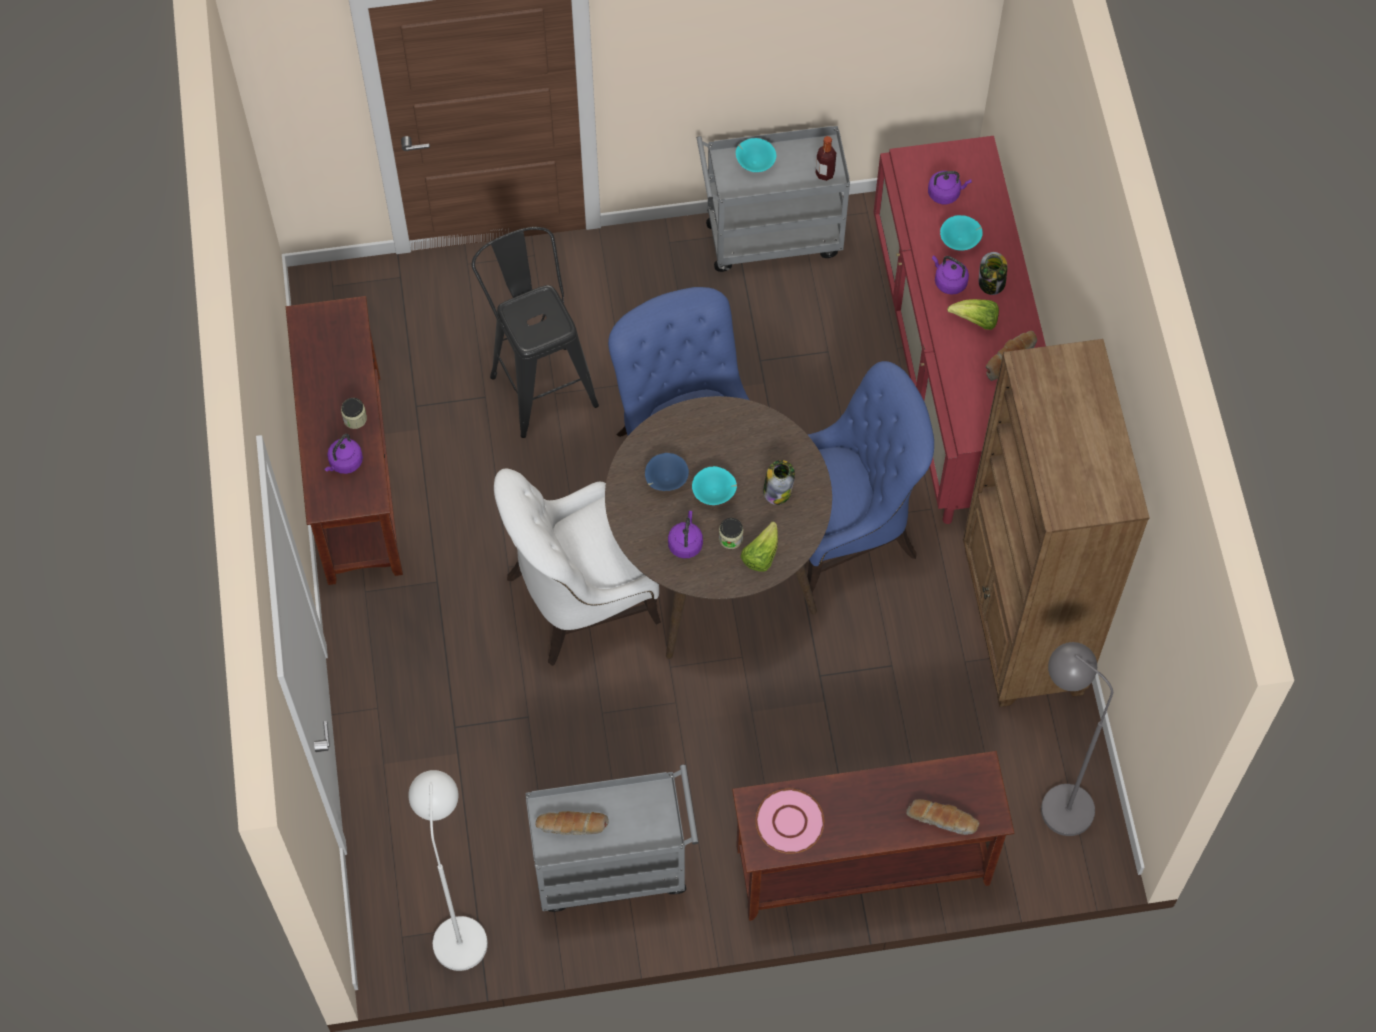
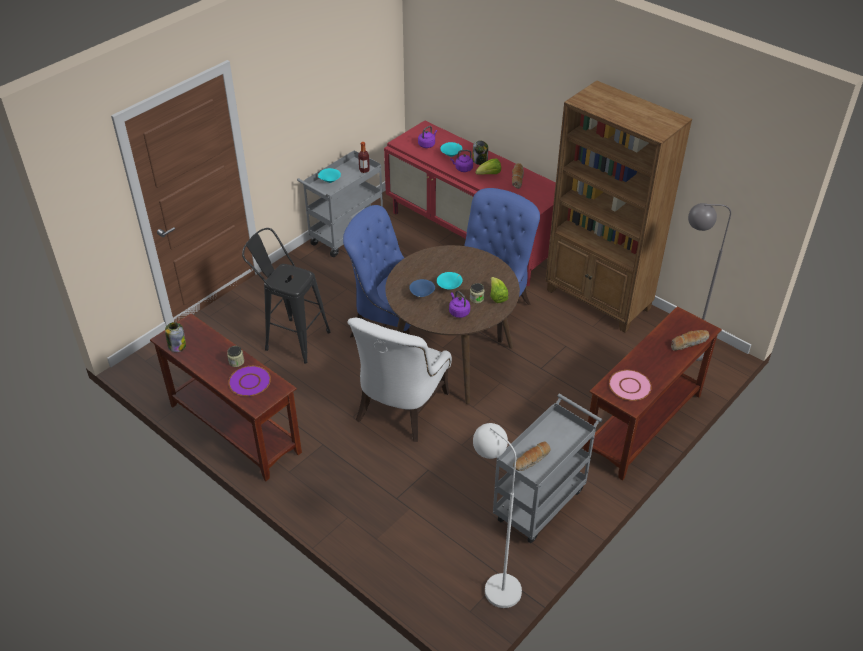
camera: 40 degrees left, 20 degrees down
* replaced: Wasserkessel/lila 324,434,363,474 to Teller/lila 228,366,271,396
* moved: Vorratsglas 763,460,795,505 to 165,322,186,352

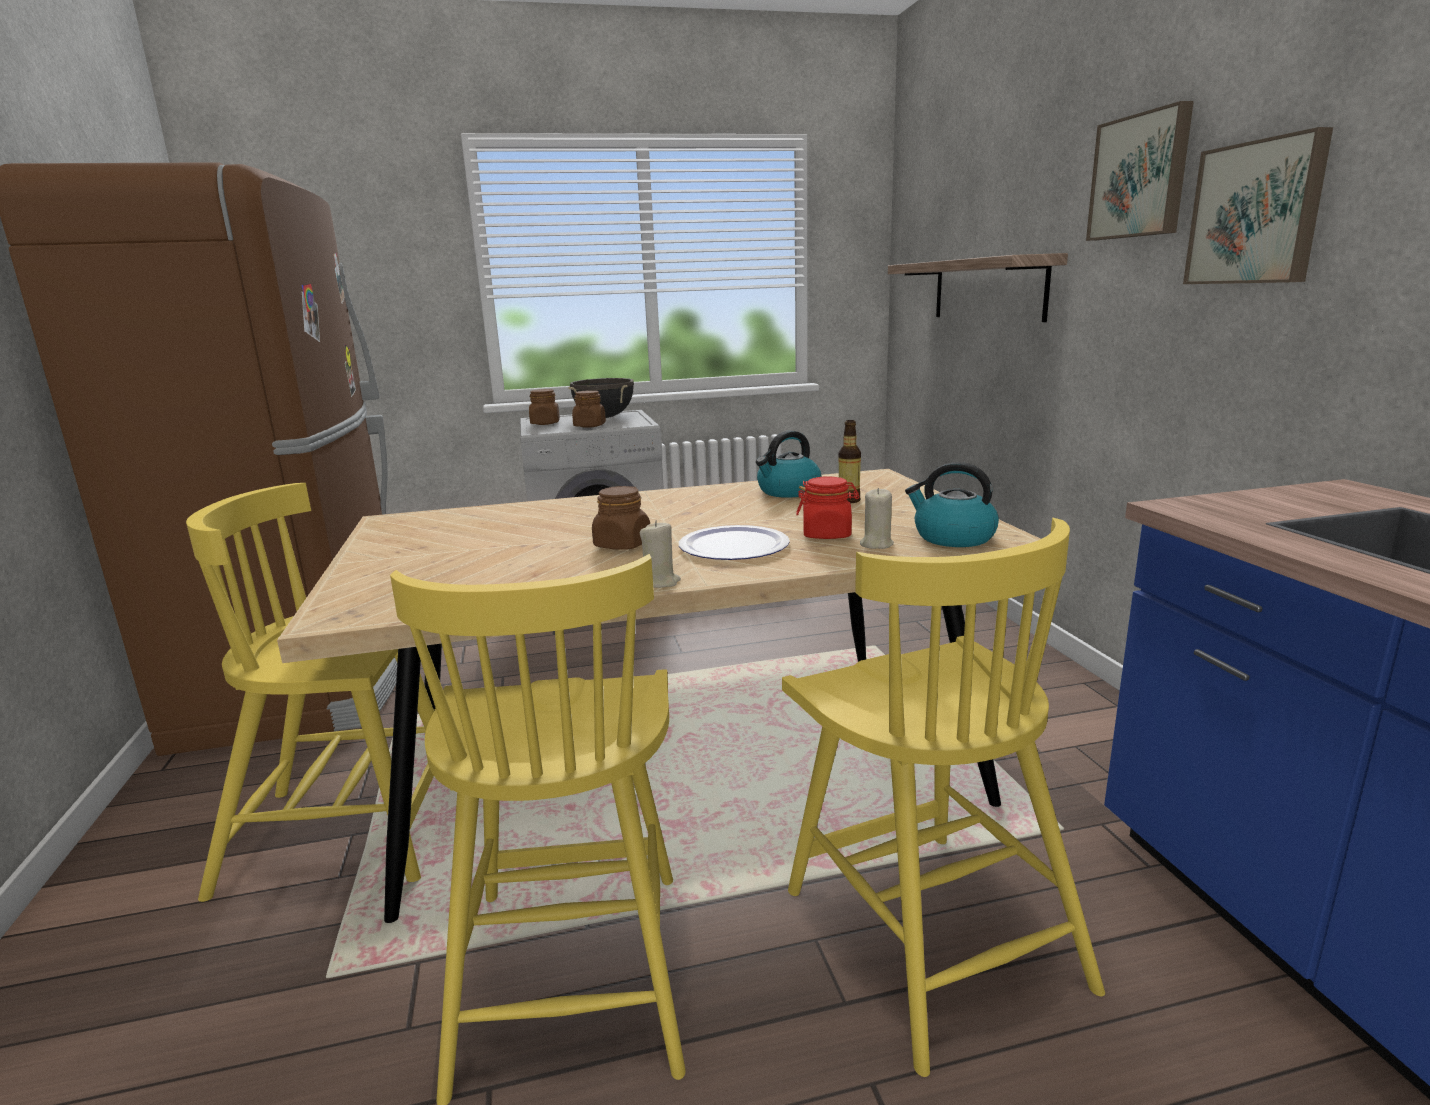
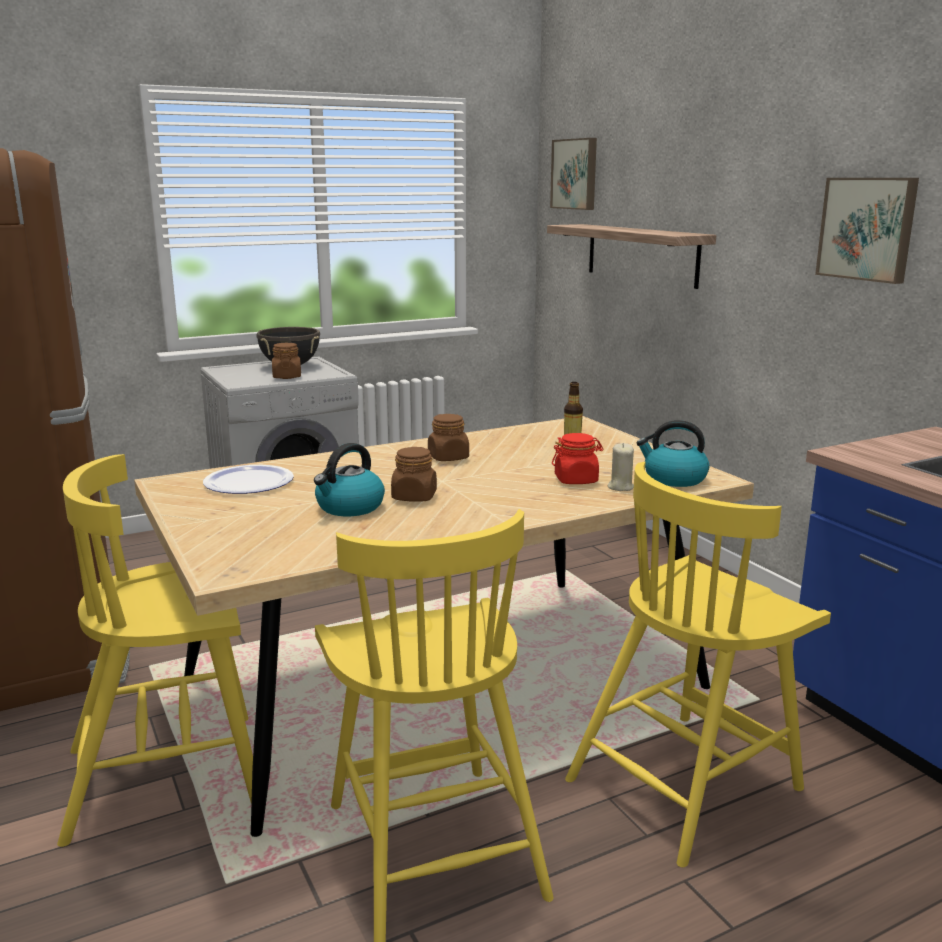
camera: 15 degrees left, 0 degrees up
* moved: Vorratsglas/braun 529,389,560,425 to 428,414,469,461
* removed: Kerze/beige 640,521,681,588
* moved: Teller 679,525,790,560 to 203,465,294,494
* moved: Wasserkessel 756,430,821,498 to 314,443,385,516
* turned: Stuhl/gelb 782,517,1105,1077 = 565,462,831,867 90 degrees clockwise
* moved: Bild 1086,101,1194,241 to 550,138,597,210

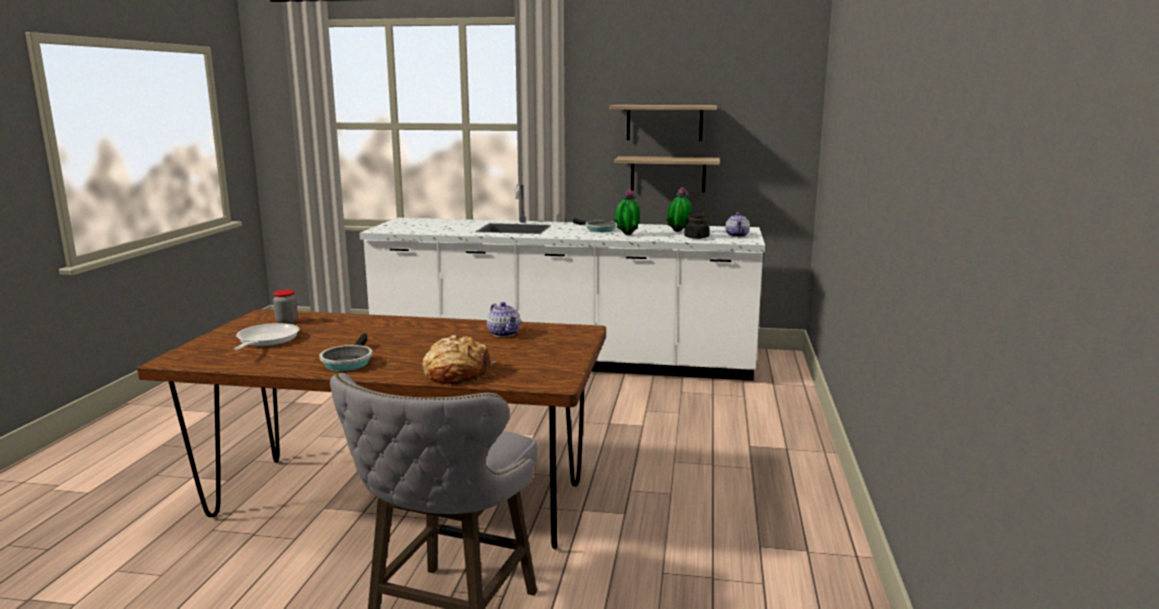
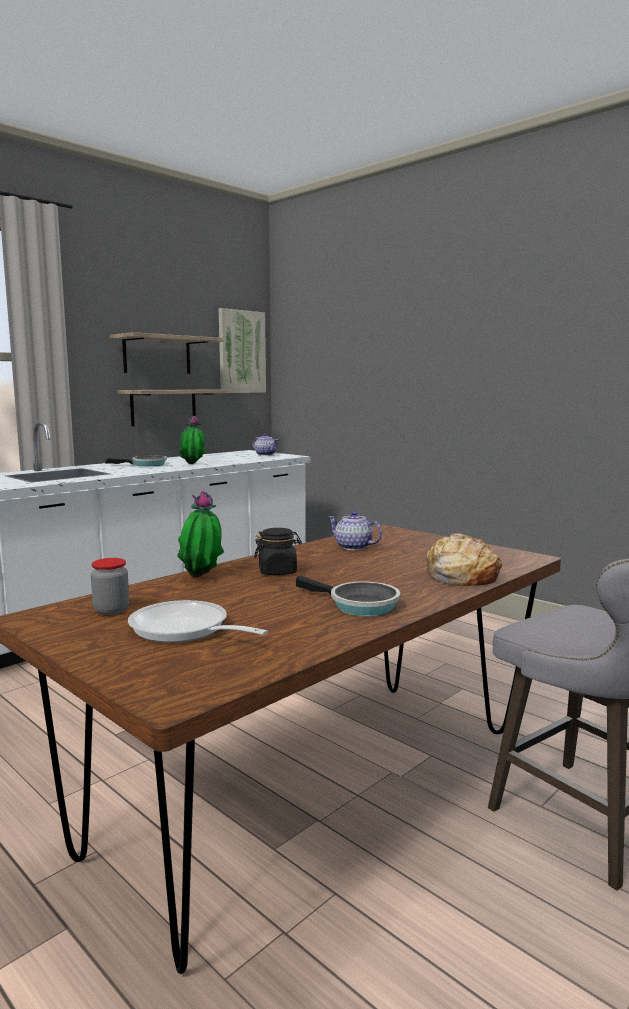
camera: 55 degrees left, 5 degrees down
* turned: Teekanne 487,302,521,337 = 328,511,382,550 150 degrees counterclockwise
* moved: Topfpflanze 665,187,691,232 to 177,491,224,578
* moved: Vorratsglas/schwarz 684,213,710,239 to 254,528,302,575
* added: Bild 219,308,266,393

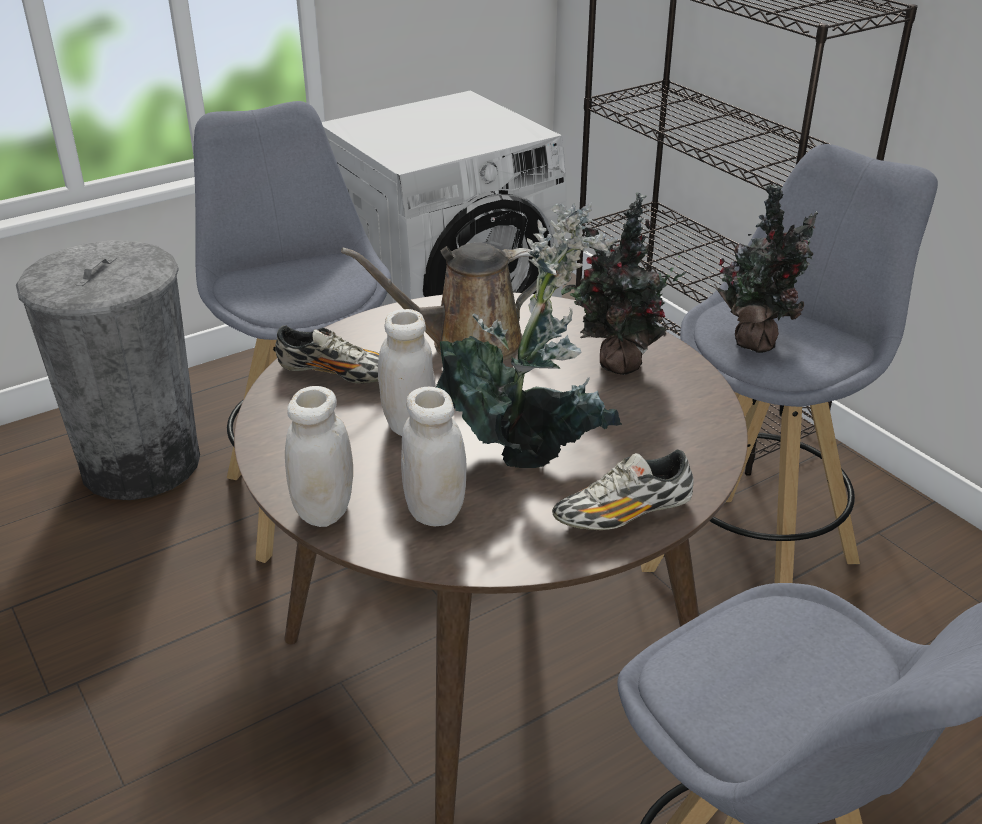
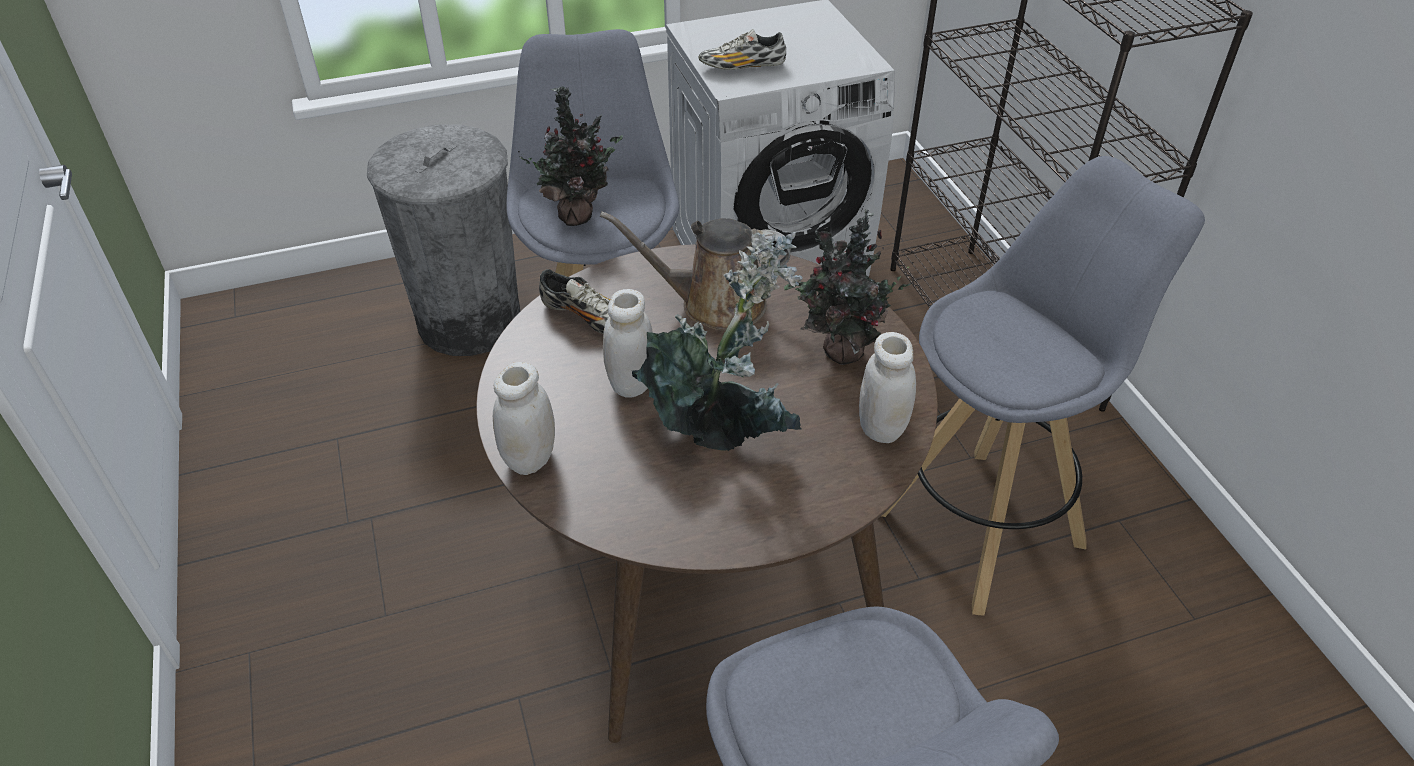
camera: 15 degrees right, 10 degrees up
* moved: Vorratsglas/weiß 401,387,467,526 to 859,332,916,443
* moved: Schuh 552,449,694,530 to 699,29,786,70
* moved: Topfpflanze 713,184,818,353 to 518,87,623,226

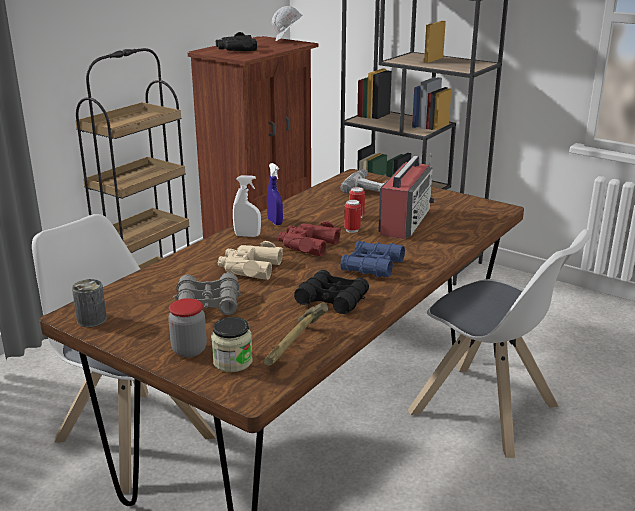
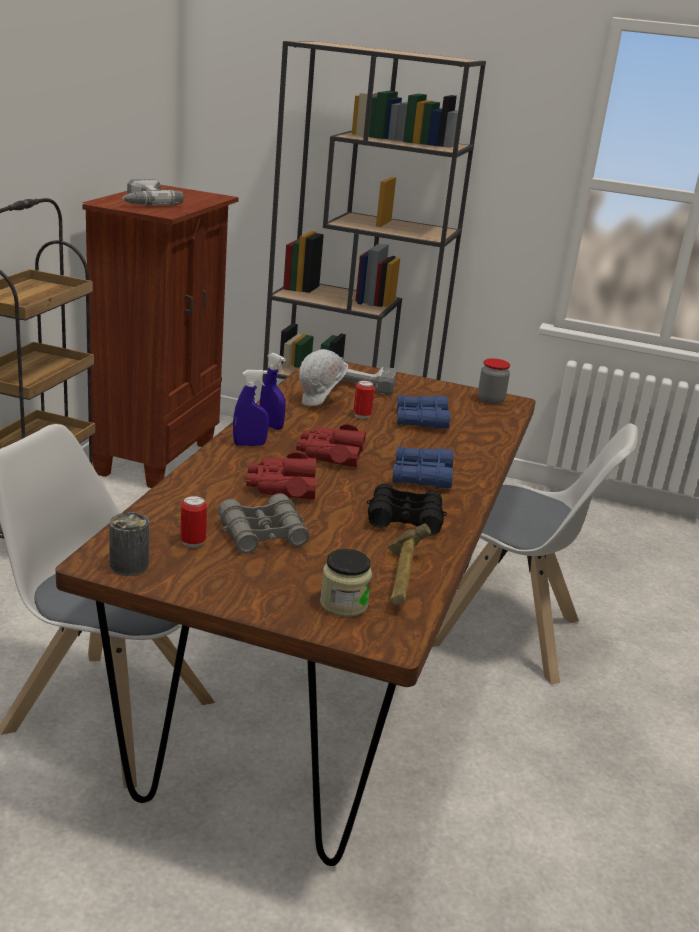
camera: 20 degrees left, 0 degrees up
* moved: Vorratsglas 168,298,207,357 to 478,358,510,405
* replaced: Fernglas/schwarz 216,32,257,51 to Bohrmaschine 122,179,184,206
* recoloured: Fernglas/beige 218,241,283,280 to Fernglas/rot 246,451,316,499
* recoloured: Sprühflasche/weiß 233,175,261,237 to Sprühflasche/blau 233,370,269,446
* moved: Schutzhelm/weiß 272,6,303,41 to 299,349,348,406
* moved: Dose 344,200,361,233 to 180,495,207,548
* replaced: Radio 378,153,435,239 to Fernglas/blau 397,395,450,429

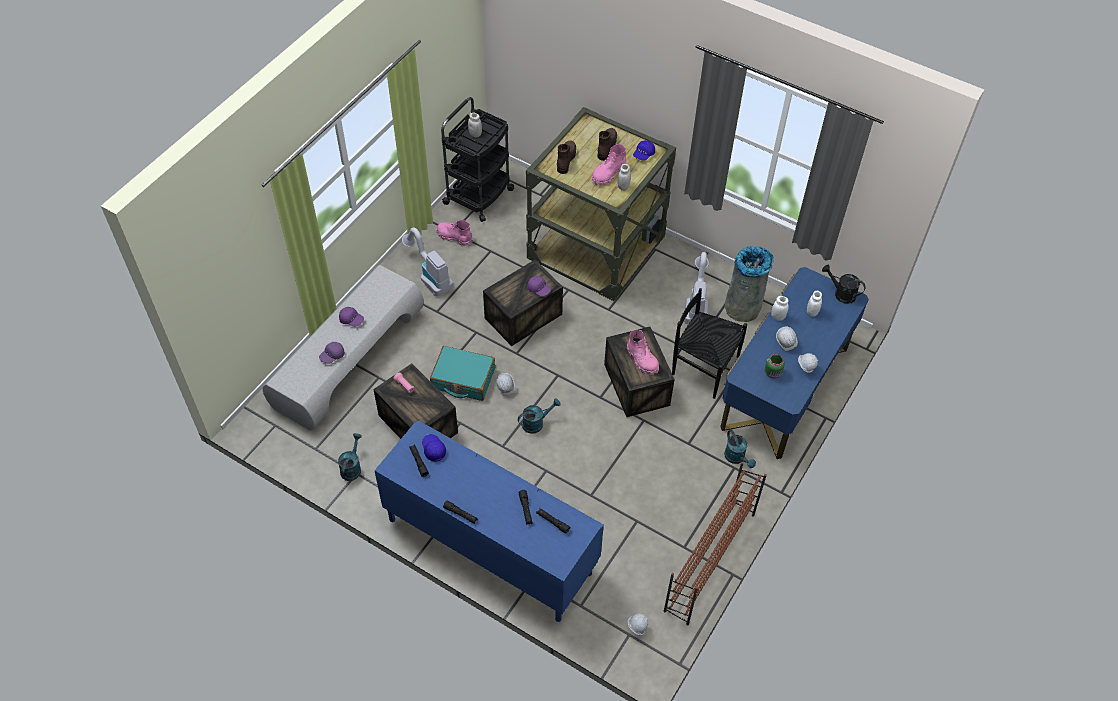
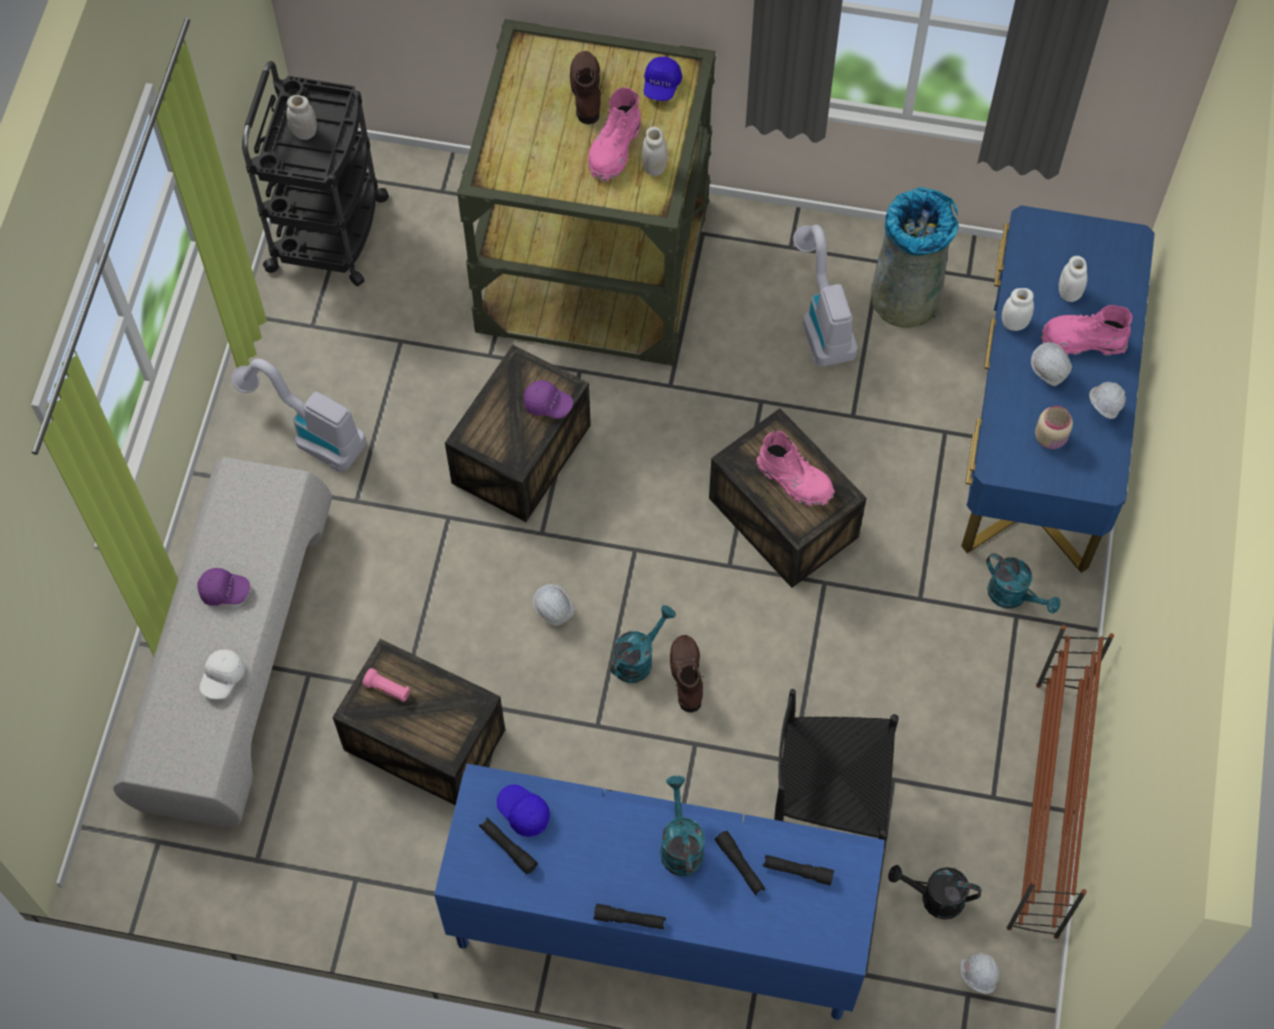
camera: 20 degrees left, 10 degrees up
* recoloured: Kappe/lila 319,342,345,364 to Kappe/weiß 199,650,245,699
* moved: Gießkanne/türkis 338,433,362,481 to 660,776,705,876
* removed: Koffer/türkis 430,346,495,401
* moved: Stiefel/rosa 436,220,473,246 to 1041,305,1132,356
* moved: Stiefel/braun 557,140,576,174 to 670,635,703,713
* moved: Stuhl/schwarz 672,288,747,399 to 774,689,899,846
* recoloured: Vorratsglas/grün 765,354,785,378 to Vorratsglas/beige 1035,406,1073,449
* moved: Gießkanne/schwarz 822,265,866,304 to 888,865,981,920

